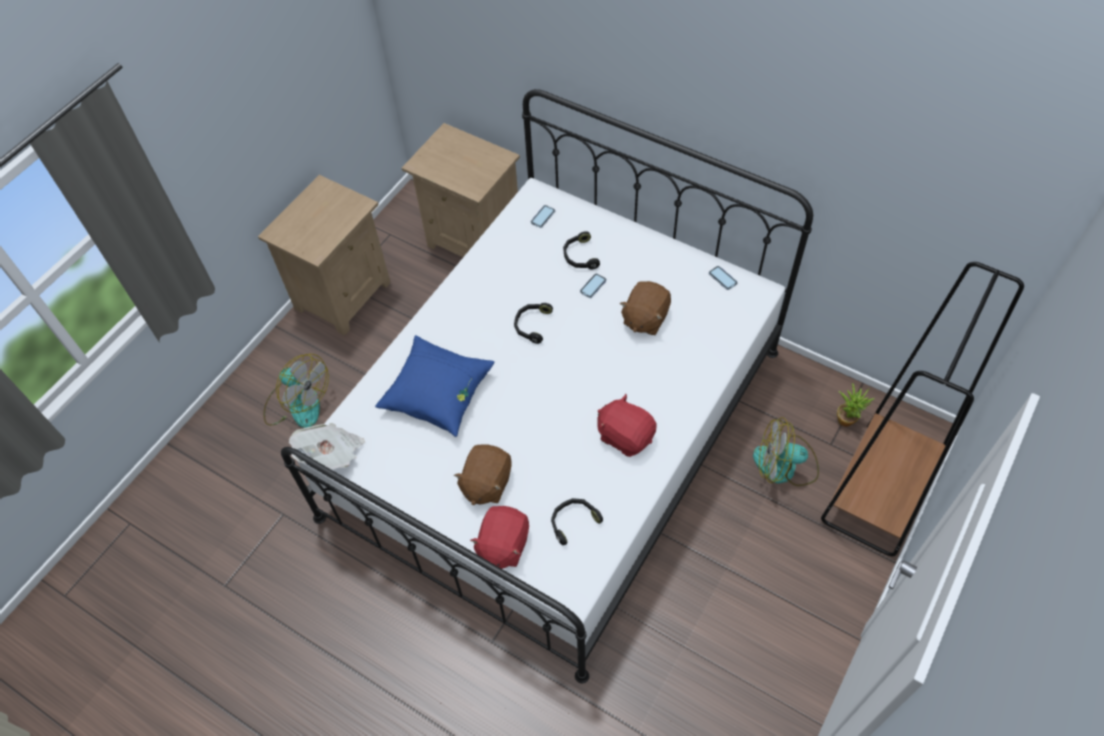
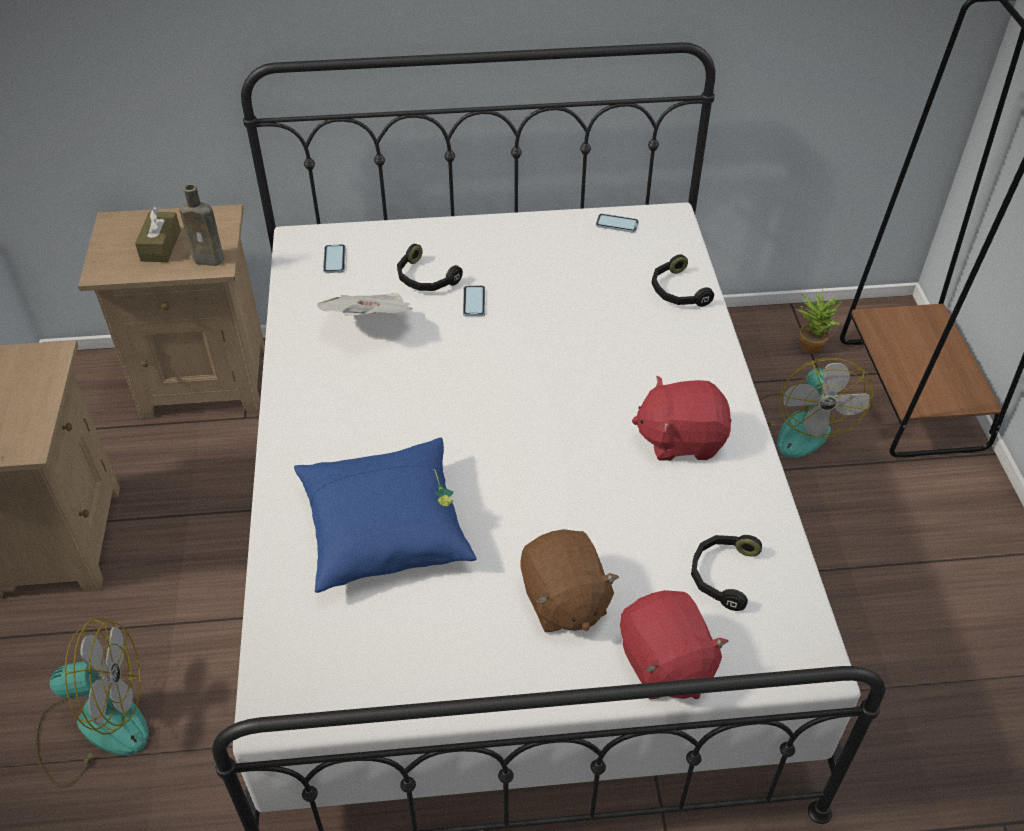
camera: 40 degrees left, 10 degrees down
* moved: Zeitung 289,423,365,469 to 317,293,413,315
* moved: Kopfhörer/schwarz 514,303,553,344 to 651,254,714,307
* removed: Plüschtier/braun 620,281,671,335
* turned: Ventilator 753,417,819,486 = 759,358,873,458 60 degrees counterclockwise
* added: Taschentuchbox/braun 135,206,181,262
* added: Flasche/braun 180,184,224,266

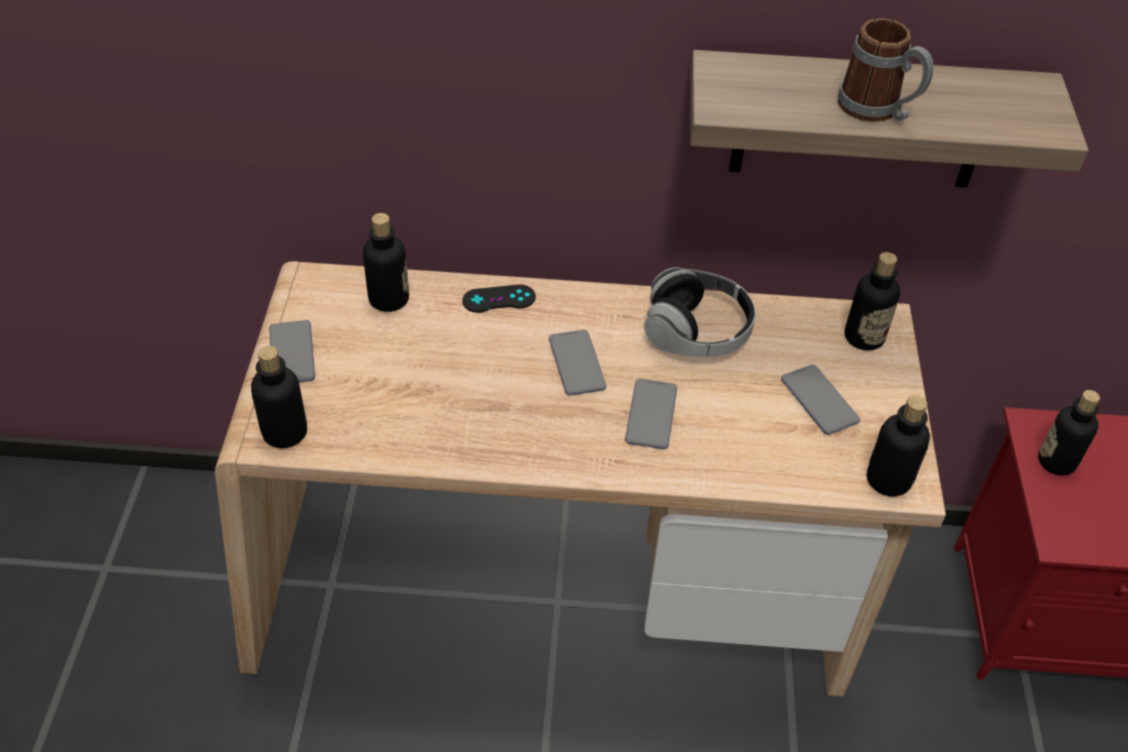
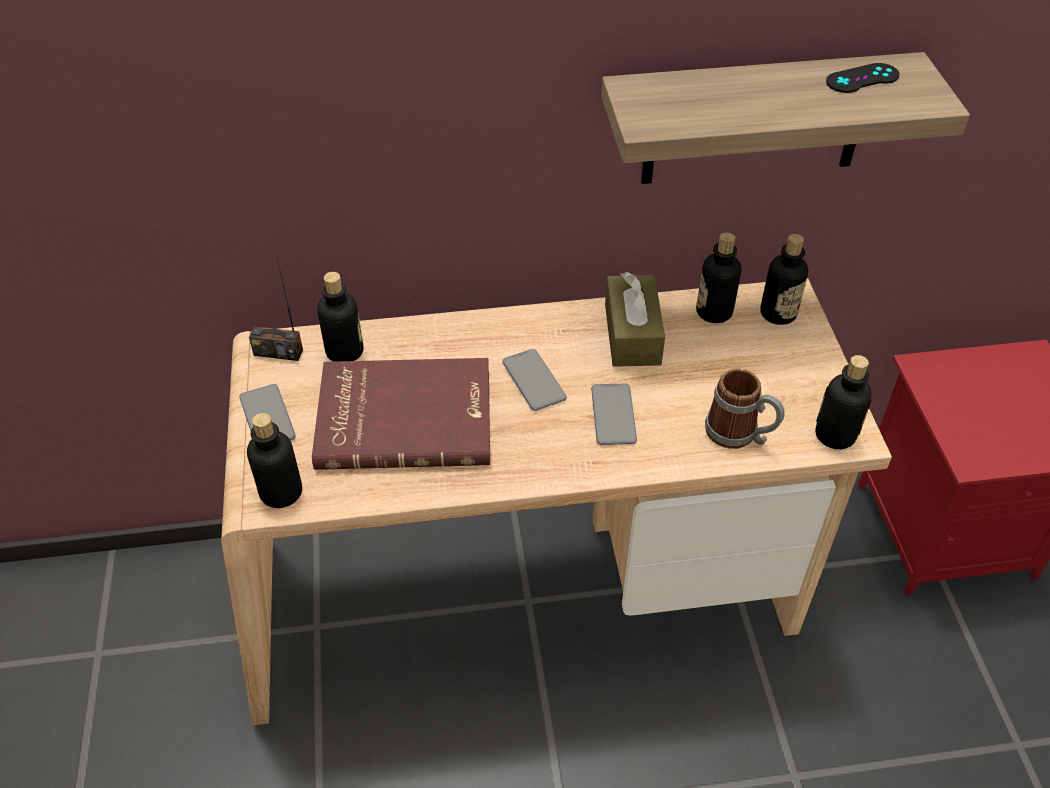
camera: 10 degrees left, 0 degrees up
* moved: Gamepad/schwarz 462,285,536,313 to 826,63,899,93
* replaced: Kopfhörer 644,267,756,357 to Taschentuchbox/braun 605,272,665,367
* removed: Handy 781,365,860,435
* moved: Henkelbecher 838,18,934,122 to 705,369,785,449
* moved: Flasche 1038,390,1100,475 to 696,232,742,323
* added: Radio 249,254,303,361
* added: Buch/rot 312,358,490,470

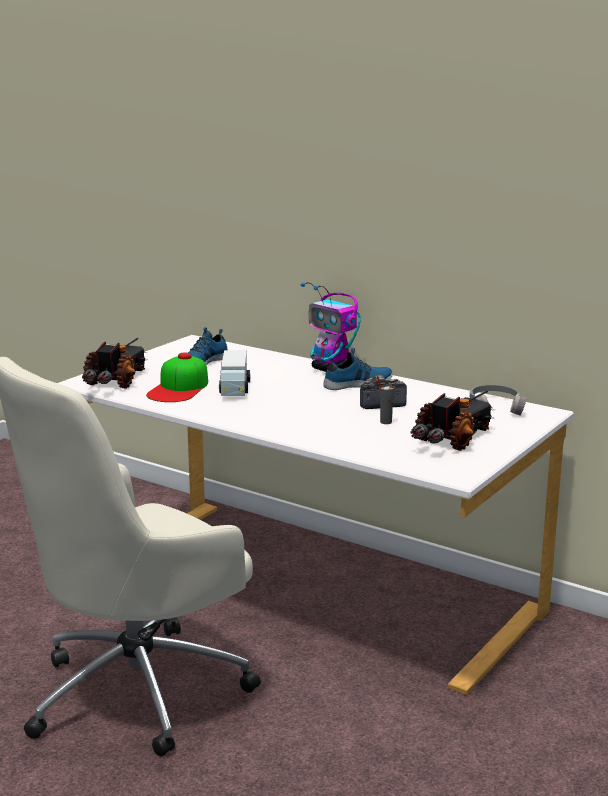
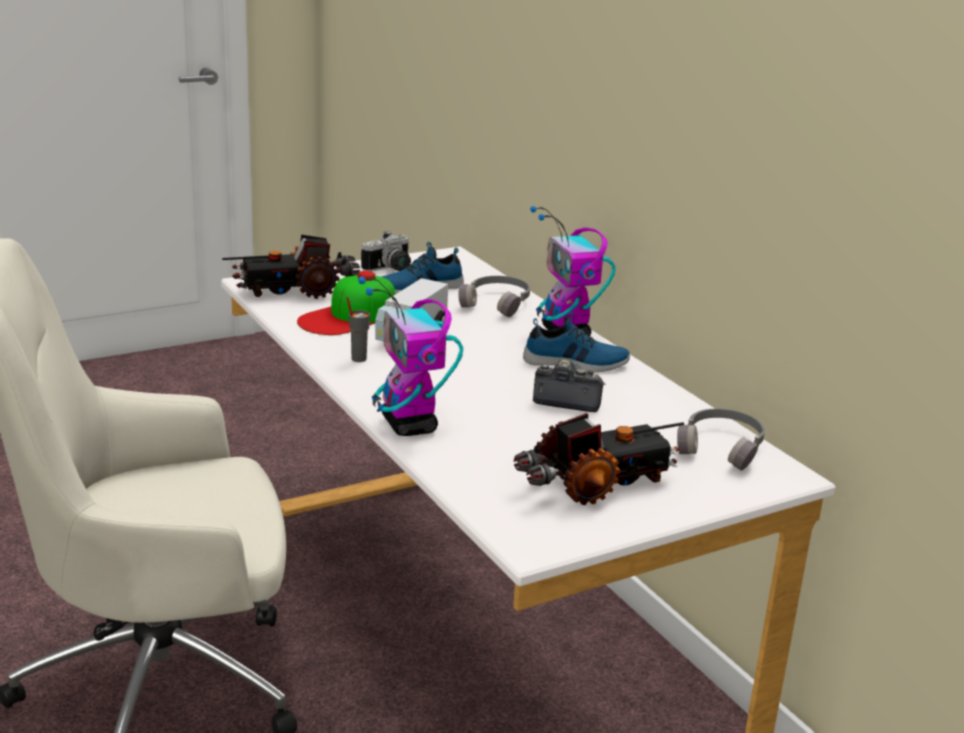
camera: 25 degrees right, 5 degrees up
* turned: Spielzeuglaster 82,338,148,389 = 222,234,360,299 150 degrees counterclockwise
* moved: Tasse/grau 377,376,395,424 to 346,297,370,362
* added: Spielzeugroboter 358,277,463,436
* added: Kamera 361,231,411,271
* added: Kopfhörer/grau 458,276,530,317

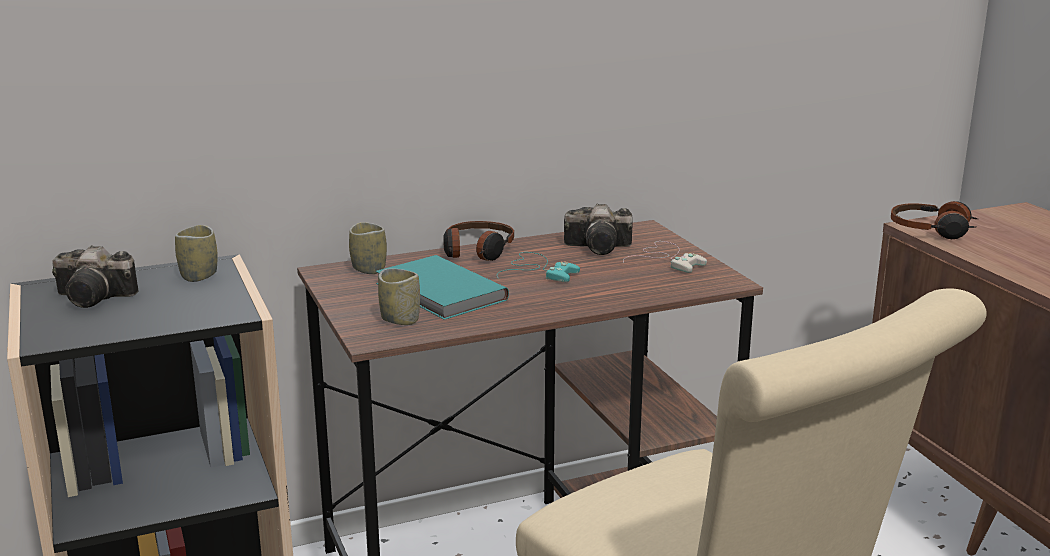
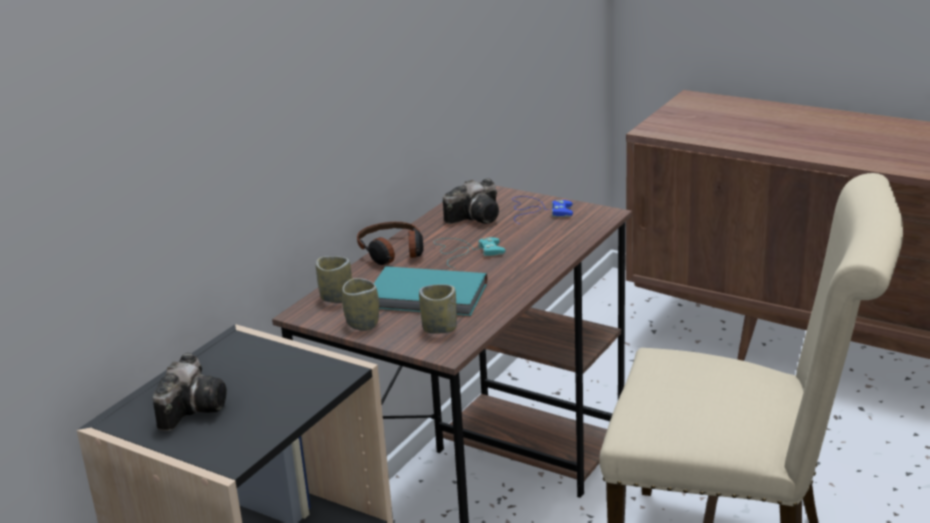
camera: 35 degrees left, 5 degrees up
* turned: Kamera 52,245,138,308 = 153,353,227,431 45 degrees counterclockwise
* moved: Tasse 175,225,217,282 to 342,278,379,331
* recoloured: Gamepad/weiß 623,241,707,273 to Gamepad/blau 512,196,573,224
* removed: Kopfhörer 891,201,978,239

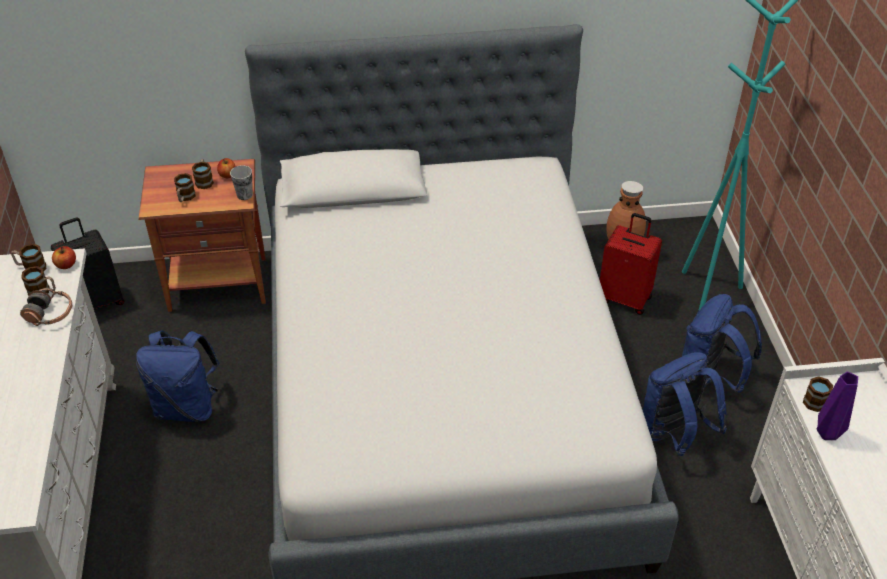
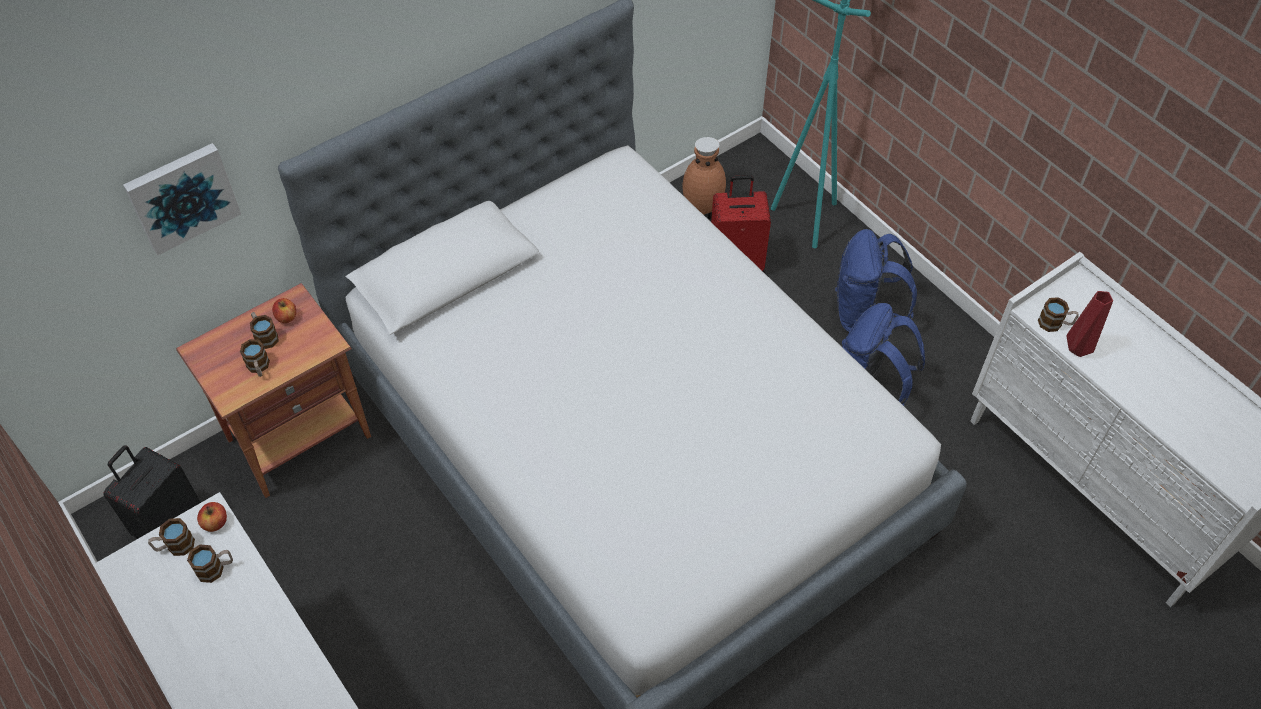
camera: 30 degrees left, 10 degrees up
* removed: Kopfhörer 20,288,72,326
* removed: Rucksack/blau 136,330,219,422
* removed: Tasse 230,165,253,200
* recoloured: Vase/lila 817,372,858,440 to Vase/rot 1066,291,1113,357
* added: Bild 123,143,241,255

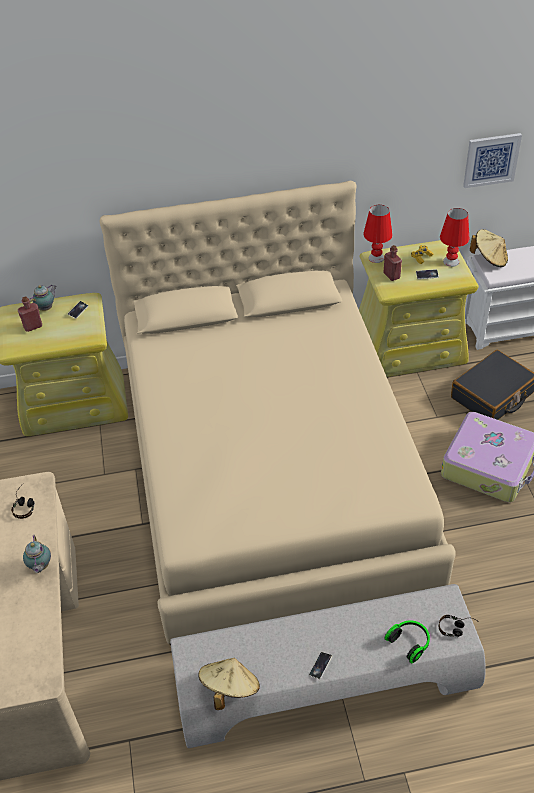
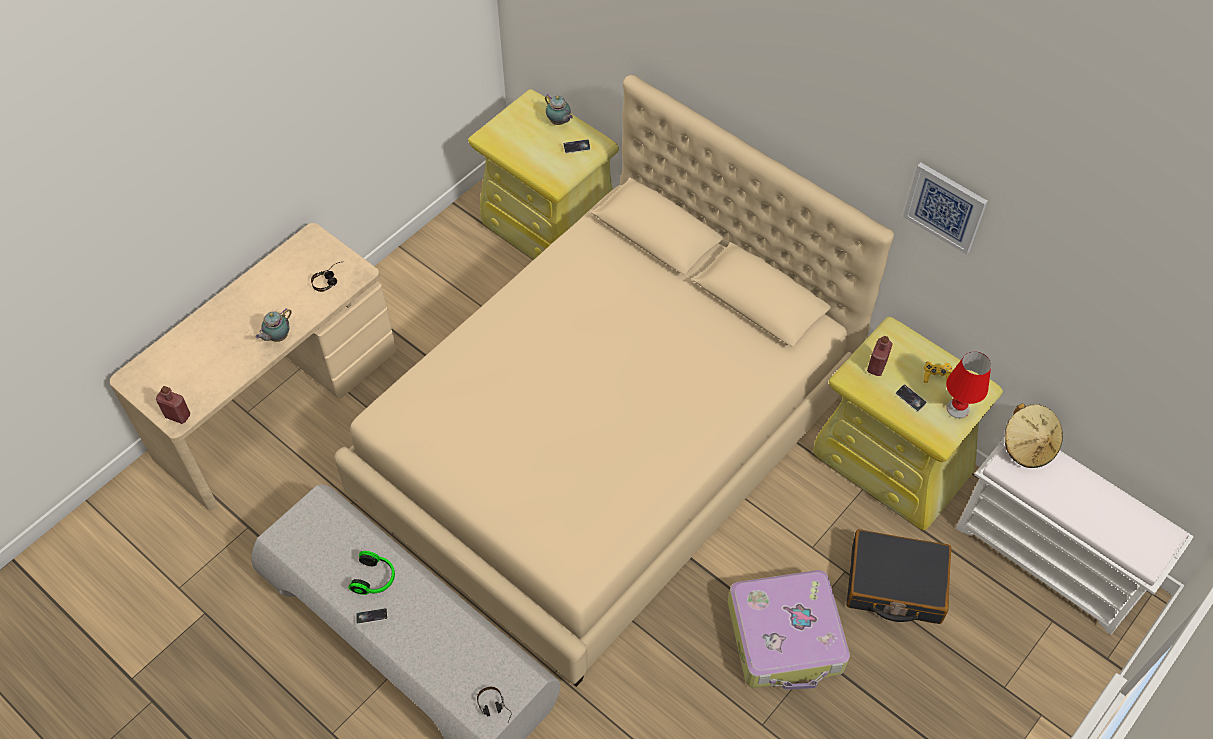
camera: 50 degrees right, 10 degrees up
* moved: Flasche/rot 18,297,42,332 to 156,386,190,424
* turned: Teekanne 29,285,57,311 = 545,95,573,125 45 degrees clockwise
* removed: Hut/beige 198,658,260,710
* removed: Tischlampe/rot 363,205,393,263
* moved: Kopfhörer 384,620,430,664 to 348,551,395,595
* moved: Bild 463,133,522,188 to 903,162,988,255

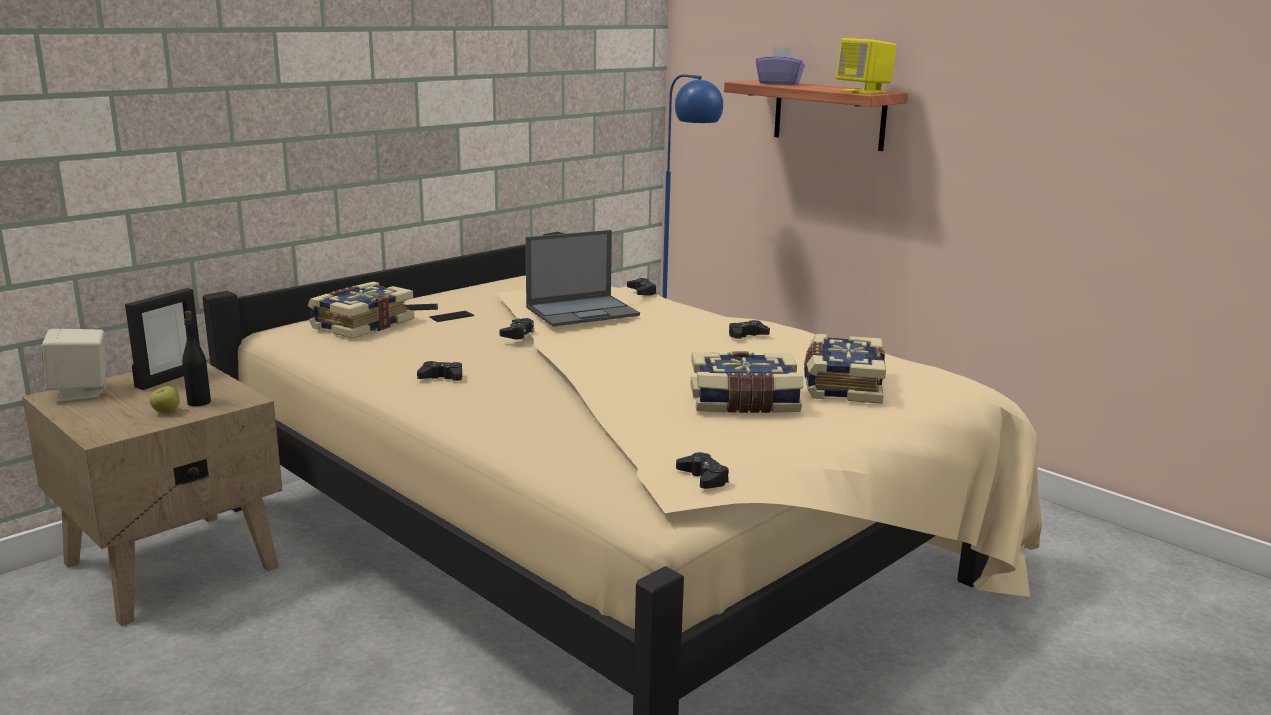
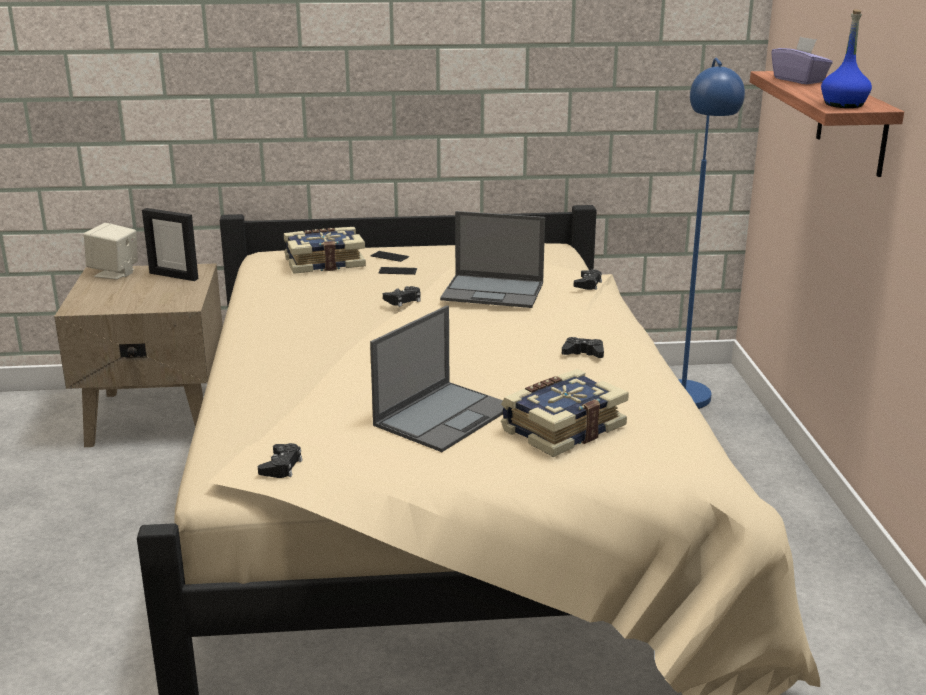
camera: 40 degrees right, 5 degrees up
* turned: Bilderrahmen 125,288,200,390 = 142,208,198,281 45 degrees clockwise
* removed: Apfel 150,386,180,413
* removed: Flasche/schwarz 182,311,211,406
* removed: Gamepad/schwarz 417,361,462,381
* replaced: Buch 690,351,803,413 to Laptop 370,305,503,452
* replaced: Lautsprecher/gelb 836,38,897,94 to Flasche/blau 821,9,872,108

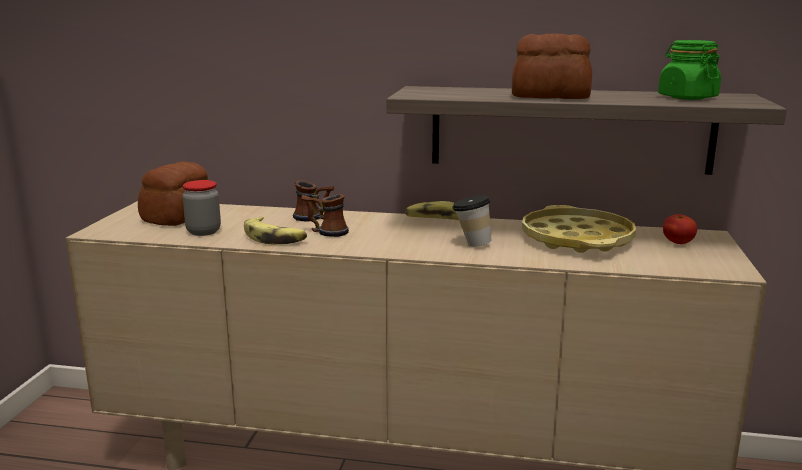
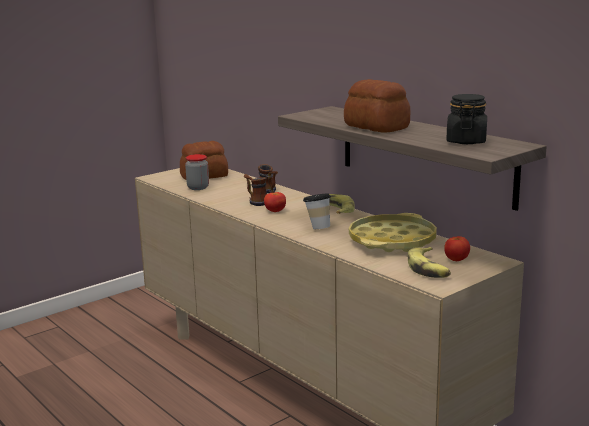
camera: 40 degrees right, 0 degrees up
* moved: Banane 244,216,307,244 to 408,247,451,278
* recoloured: Vorratsglas/grün 658,40,721,100 to Vorratsglas/schwarz 446,94,487,144
* added: Tomate 264,192,286,212

